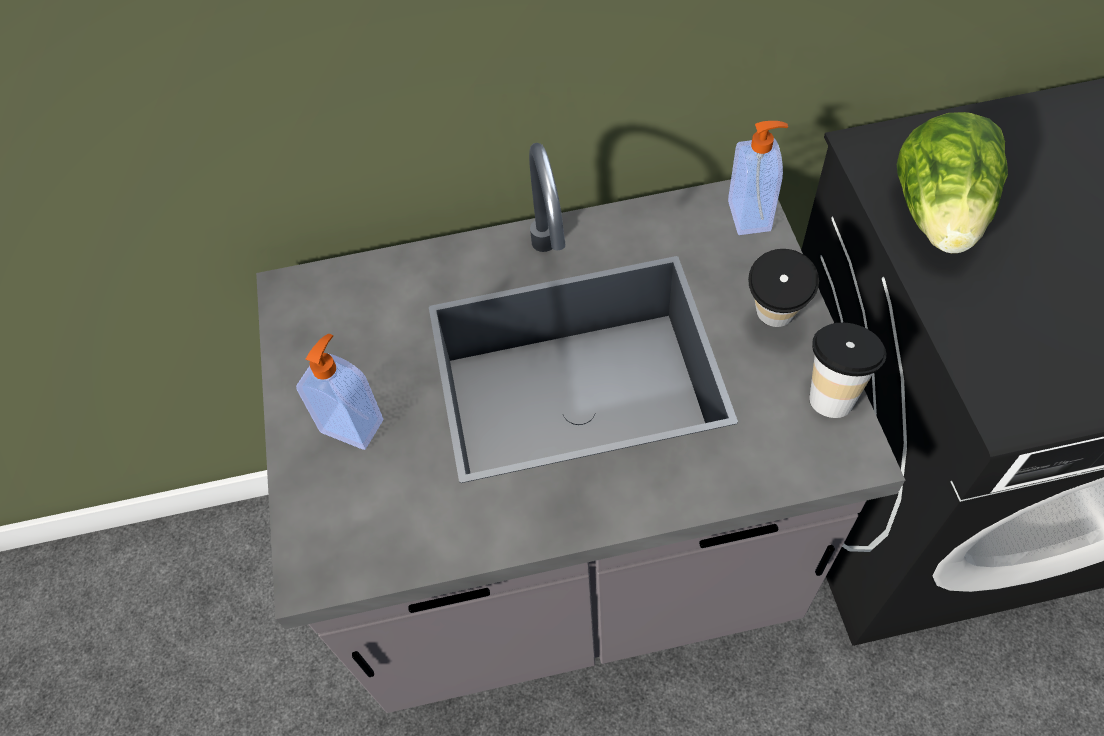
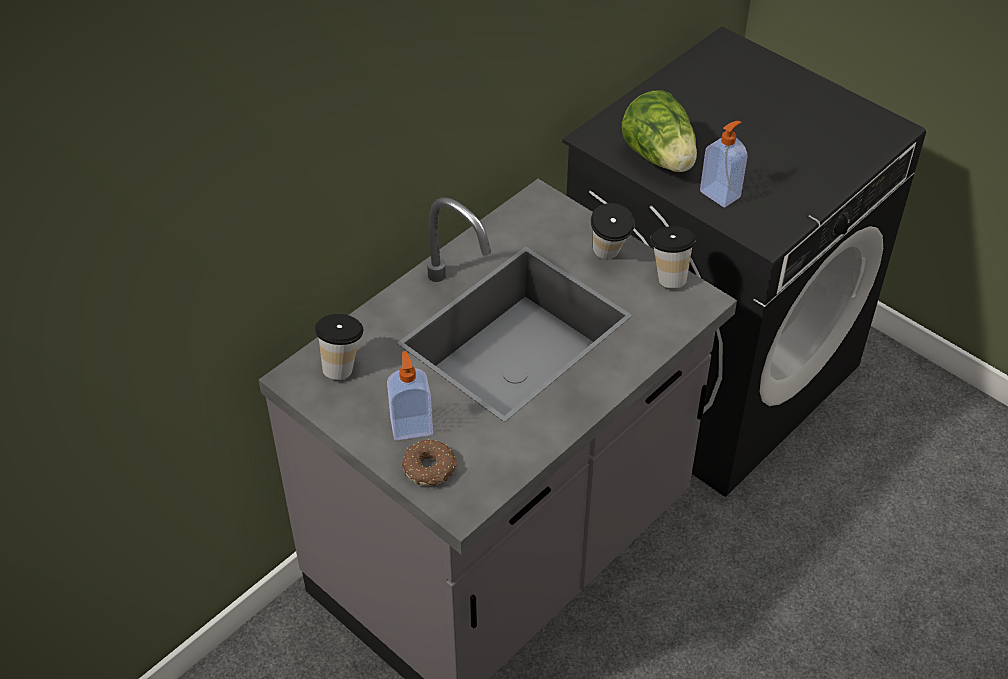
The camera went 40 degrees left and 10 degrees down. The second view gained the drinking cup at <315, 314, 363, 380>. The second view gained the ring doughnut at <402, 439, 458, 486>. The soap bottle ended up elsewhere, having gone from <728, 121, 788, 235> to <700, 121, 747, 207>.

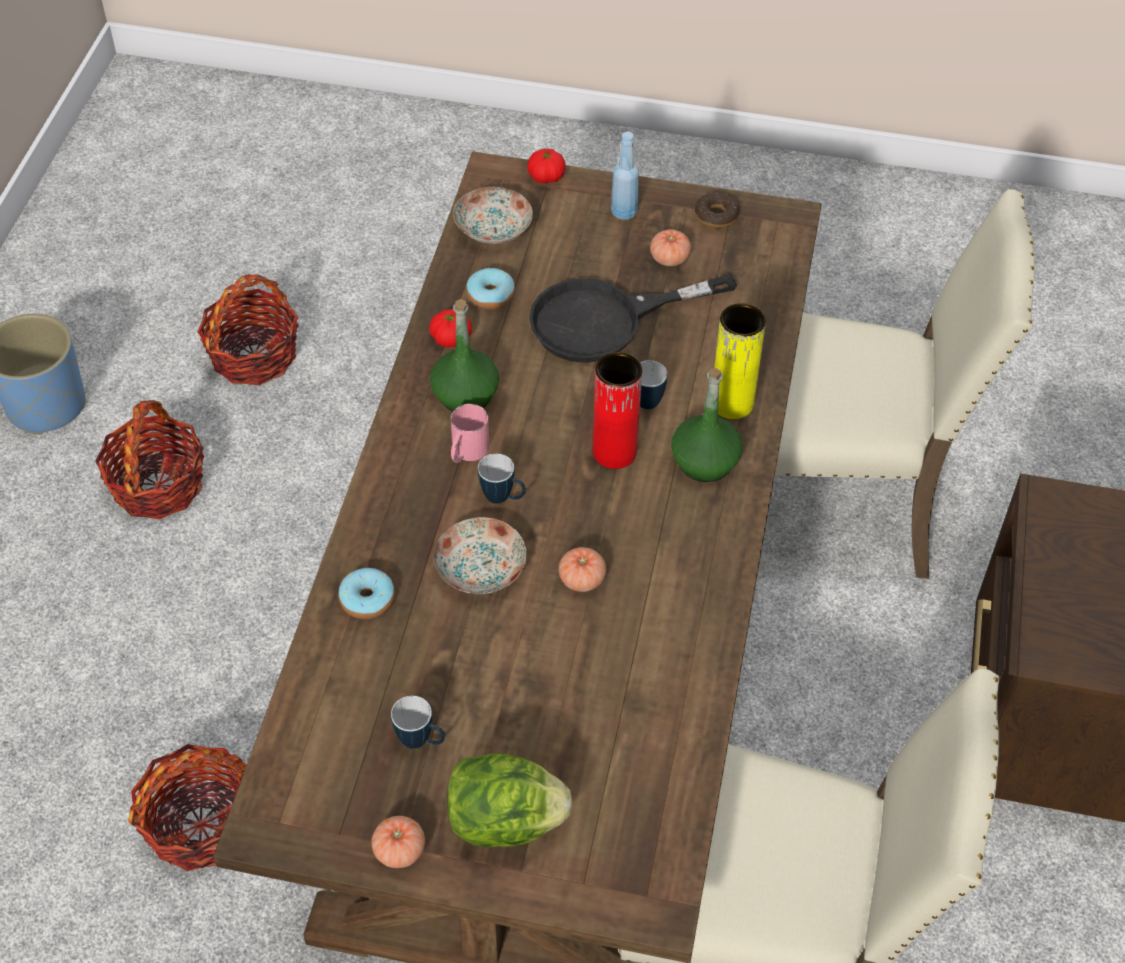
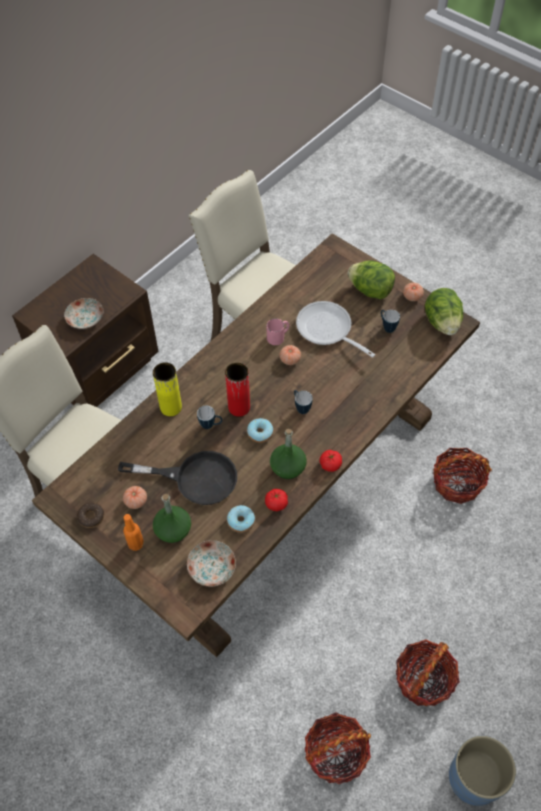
The camera went 150 degrees left and 5 degrees up. The flat dish ended up elsewhere, having gone from <434, 517, 526, 594> to <64, 298, 103, 329>. What was the bottle (blue-coloured) at <611, 131, 639, 220> turned into the bottle (orange-coloured) at <123, 514, 144, 551>. The bottle (green-coloured) ended up elsewhere, having gone from <671, 368, 743, 482> to <153, 494, 191, 543>. The ring doughnut ended up elsewhere, having gone from <338, 568, 395, 619> to <247, 418, 274, 443>. The mug (pinkish) ended up elsewhere, having gone from <451, 404, 489, 463> to <267, 318, 290, 345>. The second view gained the skillet at <296, 301, 375, 357>. The fresh tomato ended up elsewhere, having gone from <527, 149, 566, 183> to <319, 450, 342, 472>. The second view gained the lettuce head at <425, 288, 463, 335>.

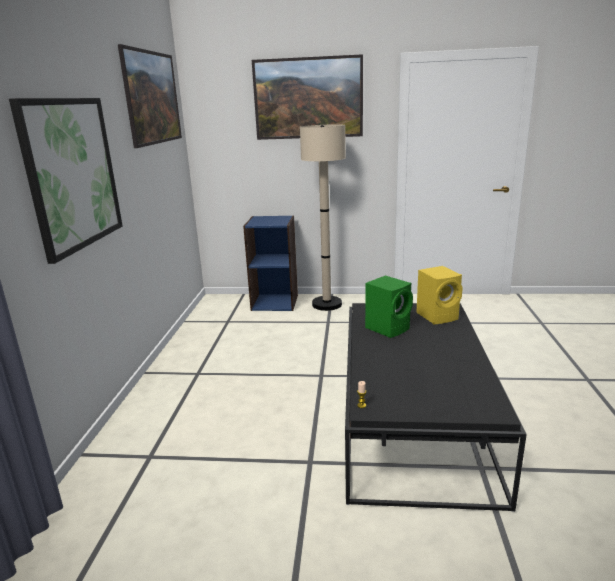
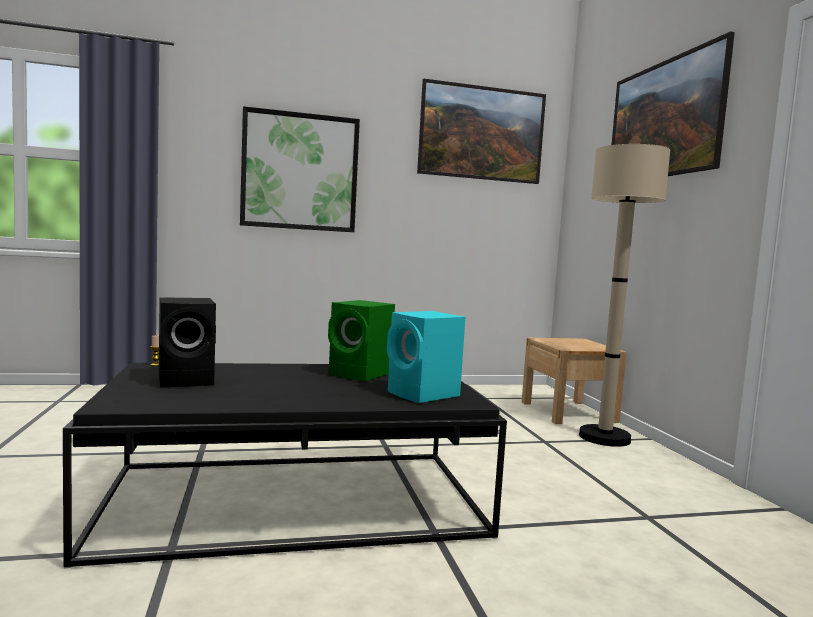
The camera went 70 degrees right and 15 degrees down. The second view gained the loudspeaker (blackish) at <159, 297, 216, 387>. What was the loudspeaker (yellow-coloured) at <416, 266, 463, 324> turned into the loudspeaker (turquoise-coloured) at <387, 311, 465, 403>. Where the bookshelf (blue-coloured) stood at <243, 215, 298, 311>, the night table (sand-coloured) came to stand at <522, 338, 627, 424>.

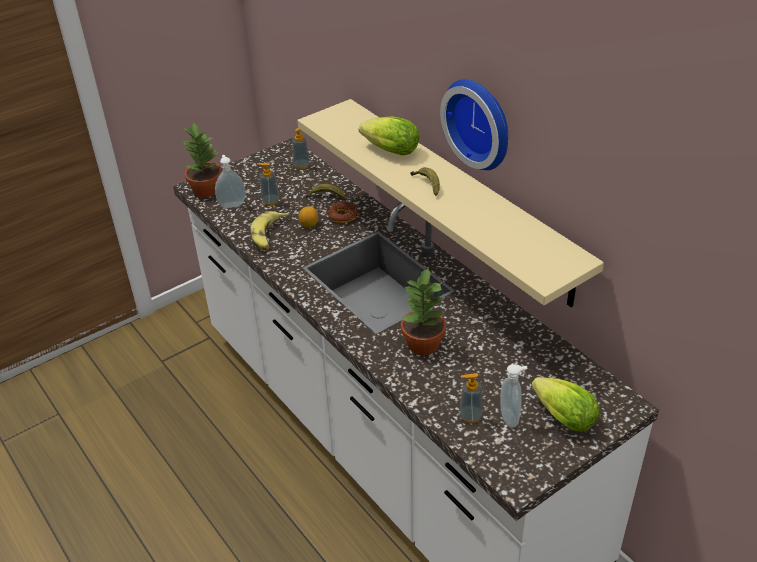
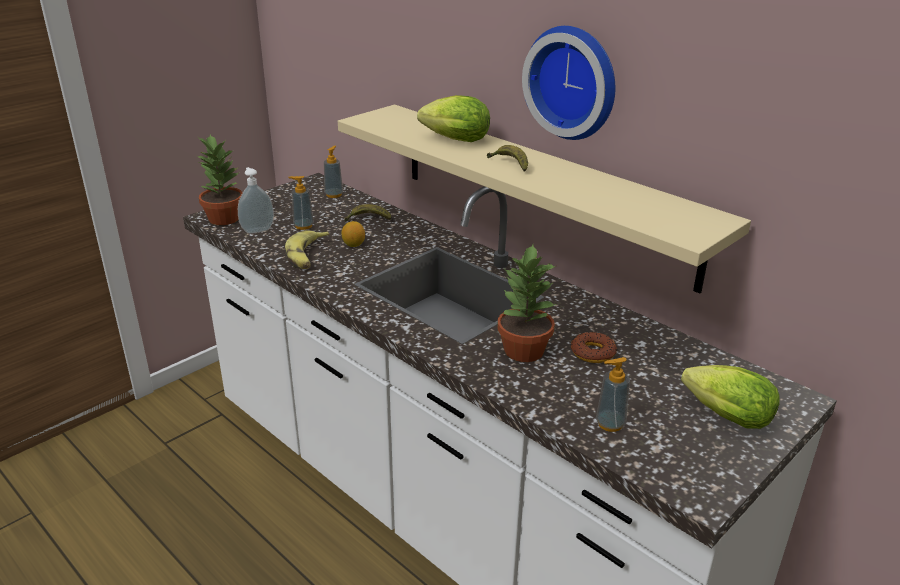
The camera went 10 degrees left and 10 degrees down. The ring doughnut ended up elsewhere, having gone from <328, 202, 359, 223> to <571, 332, 617, 363>. The second view lost the soap bottle at <500, 364, 528, 428>.

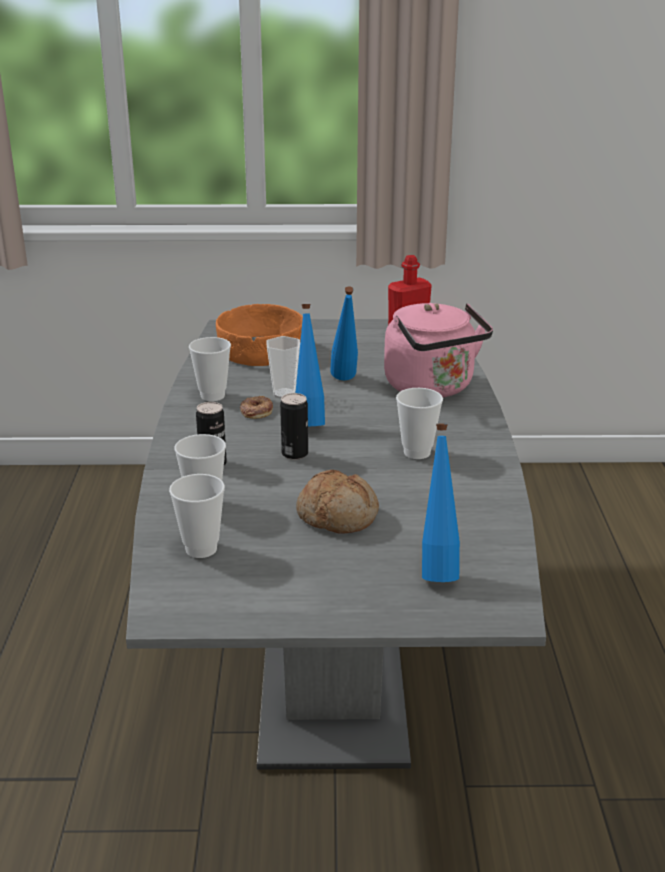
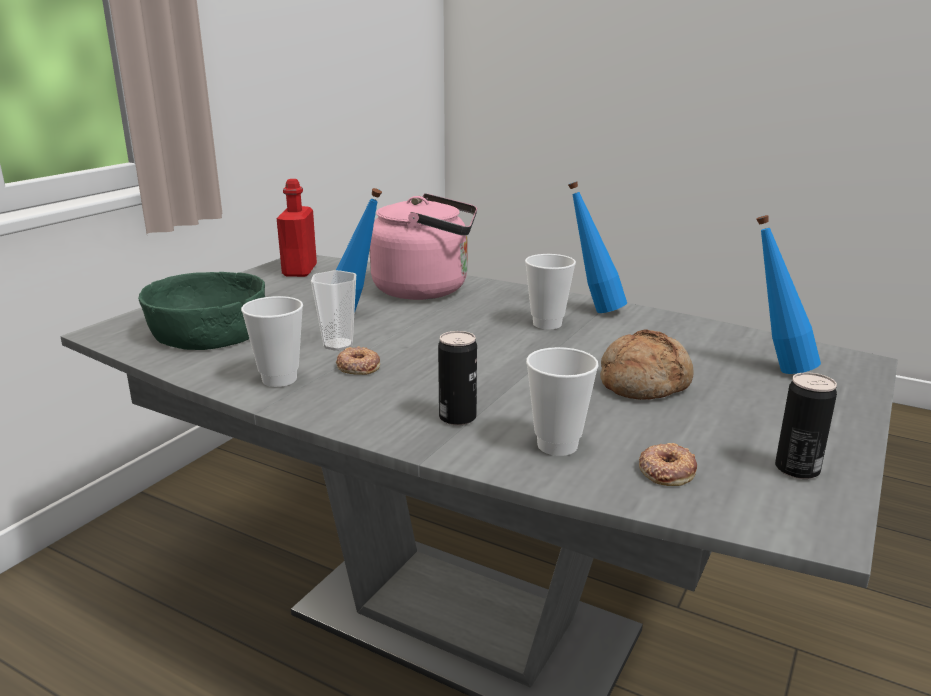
The camera went 60 degrees left and 5 degrees down. What was the bowl (orange-coloured) at <216, 304, 303, 366> turned into the bowl (green-coloured) at <138, 272, 265, 350>. The bottle (blue-coloured) ended up elsewhere, having gone from <295, 304, 325, 426> to <568, 181, 627, 313>. Where the drinking cup stood at <169, 474, 225, 558>, the ring doughnut came to stand at <639, 443, 697, 486>. The metal can ended up elsewhere, having gone from <280, 393, 308, 460> to <775, 372, 837, 479>.

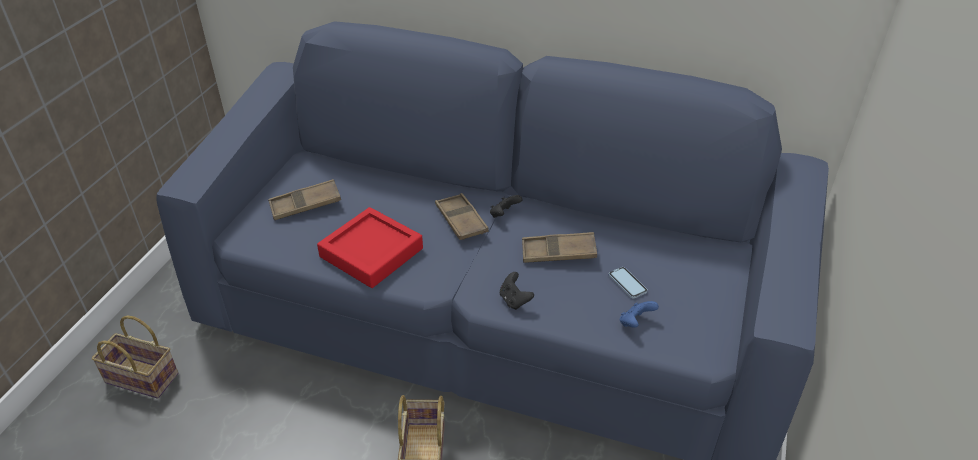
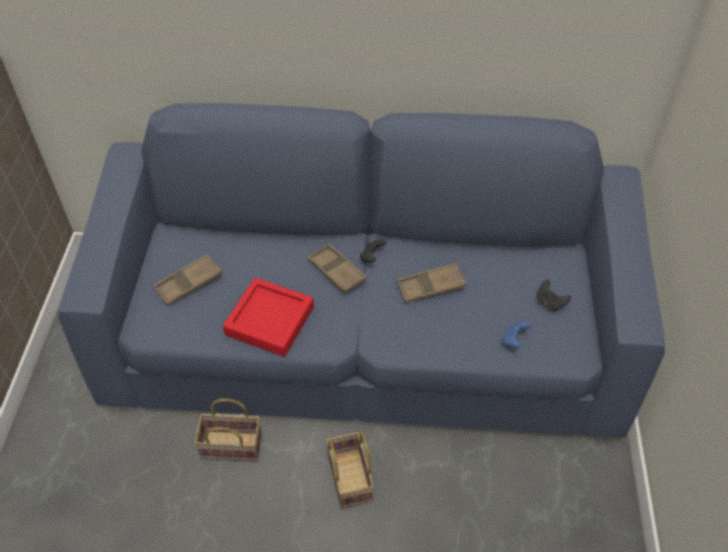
The camera went 15 degrees left and 10 degrees up. The basket ended up elsewhere, having gone from <92, 315, 178, 399> to <194, 399, 262, 462>. The game controller (blackish) ended up elsewhere, having gone from <500, 272, 534, 310> to <537, 280, 571, 311>. The second view lost the phone at <609, 267, 648, 299>.

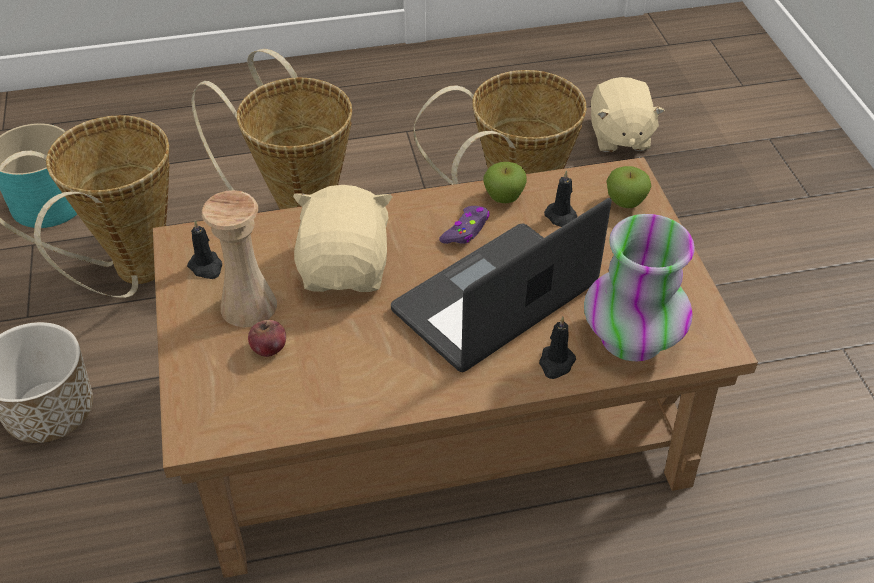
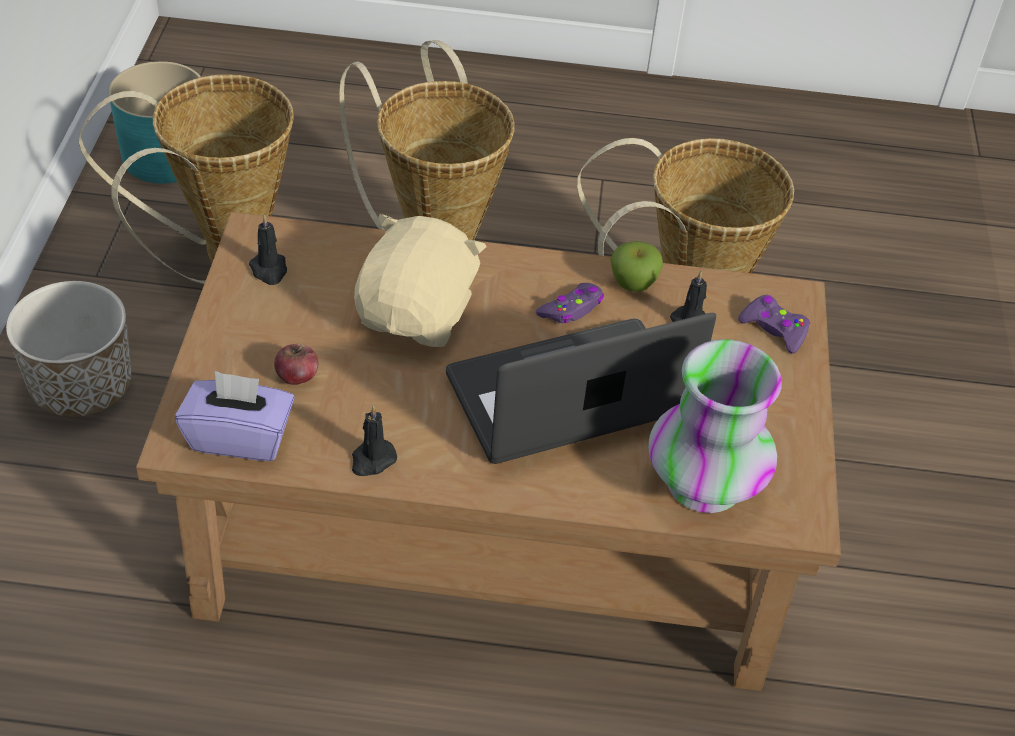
The camera went 15 degrees right and 0 degrees up. The second view gained the box of tissues (purplish) at <175, 371, 295, 461>. The wax candle (blackish) ended up elsewhere, having gone from <539, 316, 576, 379> to <352, 405, 397, 476>. Where the apple fruit stood at <607, 166, 651, 208>, the game controller (purplish) came to stand at <738, 295, 810, 354>. The second view lost the decorative vase (sand-coloured) at <202, 190, 277, 327>. The second view lost the cuddly toy (sand-coloured) at <591, 77, 665, 152>.

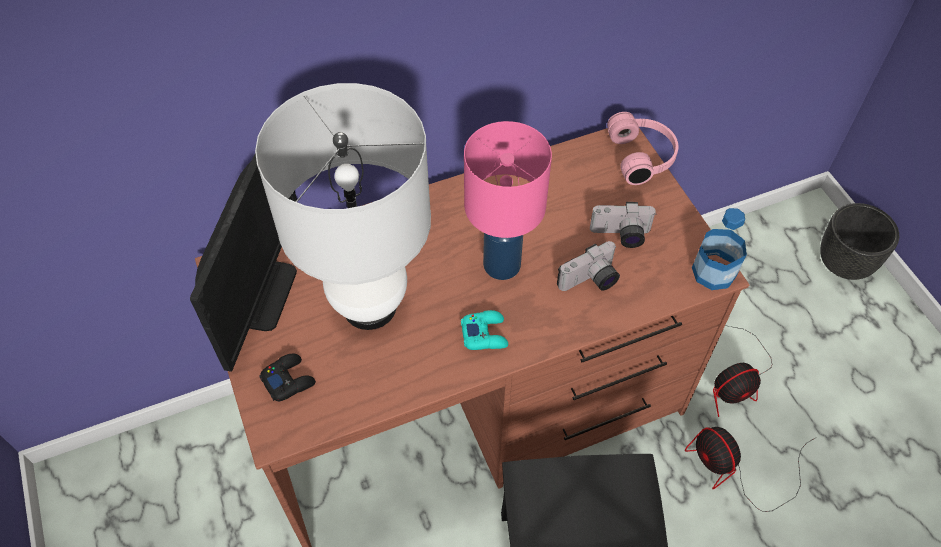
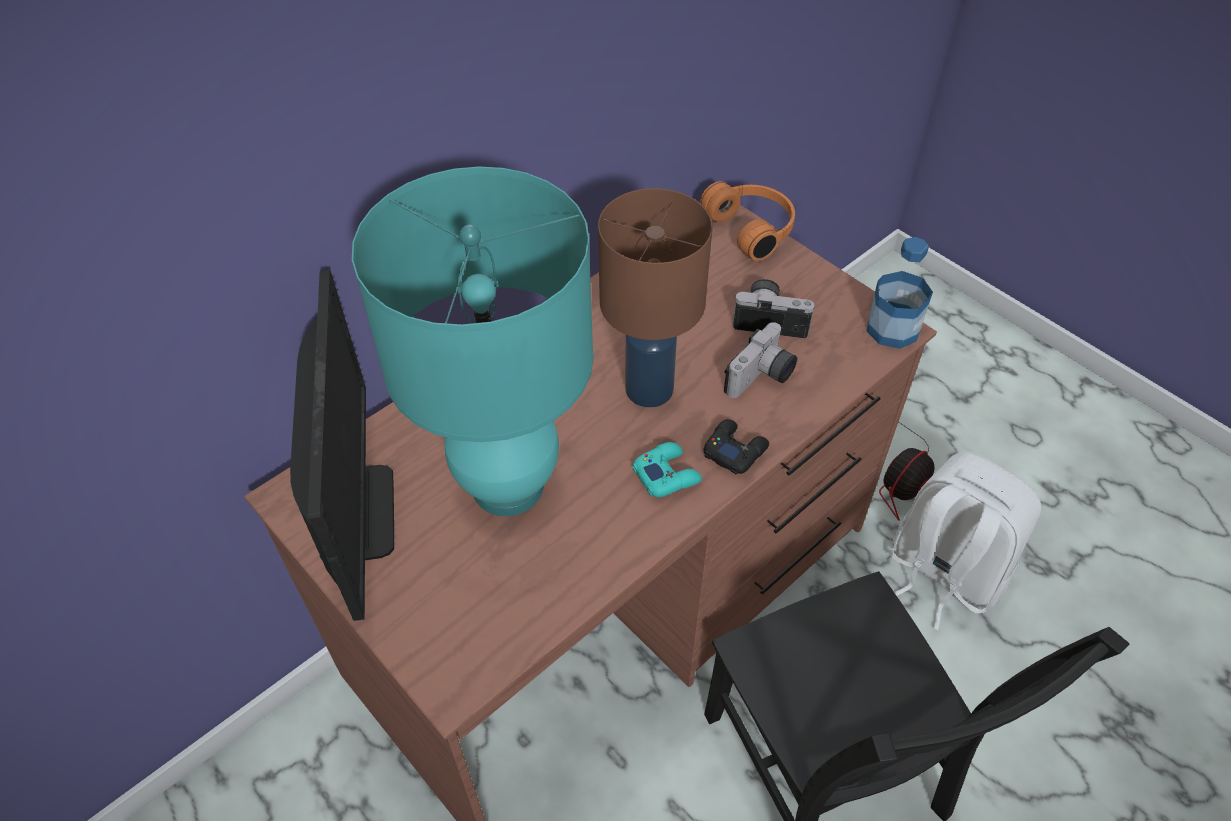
The camera went 20 degrees left and 5 degrees down. What was the tabletop lamp (whitish) at <255, 83, 431, 330> turned into the tabletop lamp (turquoise-coloured) at <352, 166, 594, 516>. What was the tabletop lamp (pinkish) at <464, 121, 552, 280> turned into the tabletop lamp (brown) at <598, 188, 713, 407>. What was the headphones (pinkish) at <607, 112, 678, 185> turned into the headphones (orange-coloured) at <700, 181, 795, 261>. The game controller (blackish) ended up elsewhere, having gone from <259, 354, 316, 401> to <703, 419, 769, 474>. The still camera at <590, 202, 657, 248> ended up facing another way, 150 degrees counterclockwise from before. Where the electric fan stood at <685, 427, 815, 512>, the knapsack (whitish) came to stand at <890, 452, 1042, 631>. The second view lost the flower pot (blackish) at <820, 203, 899, 280>.

